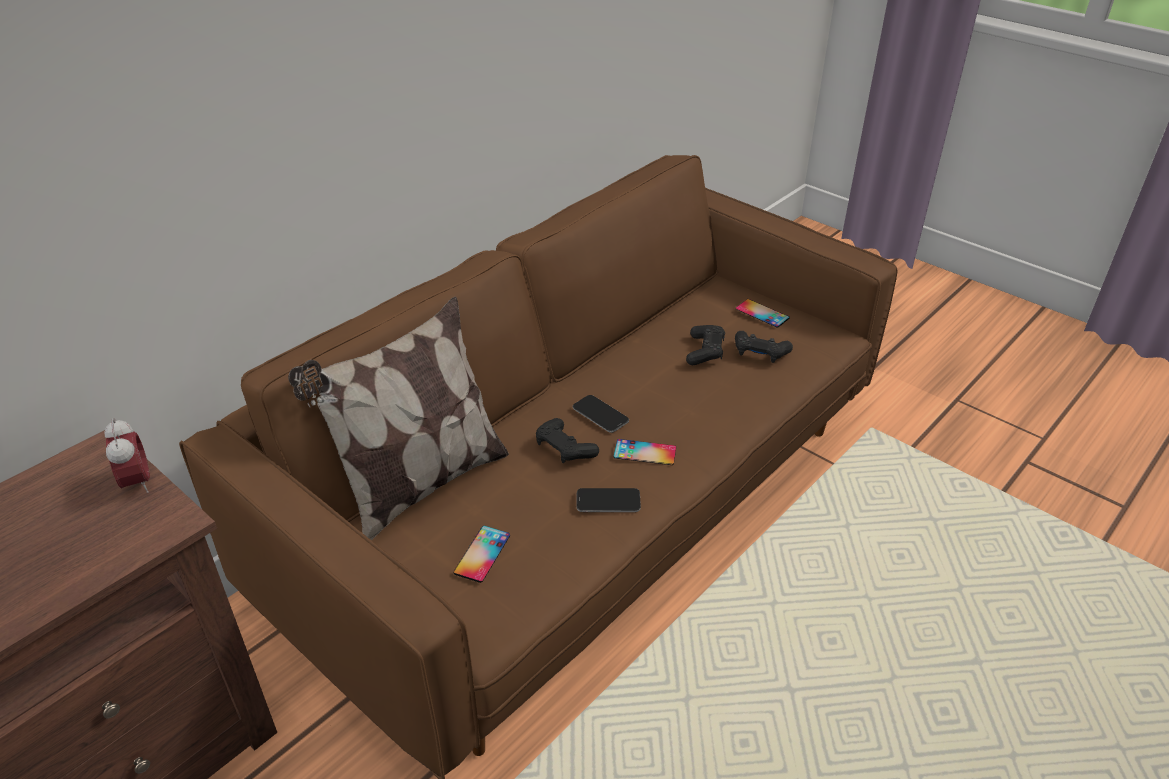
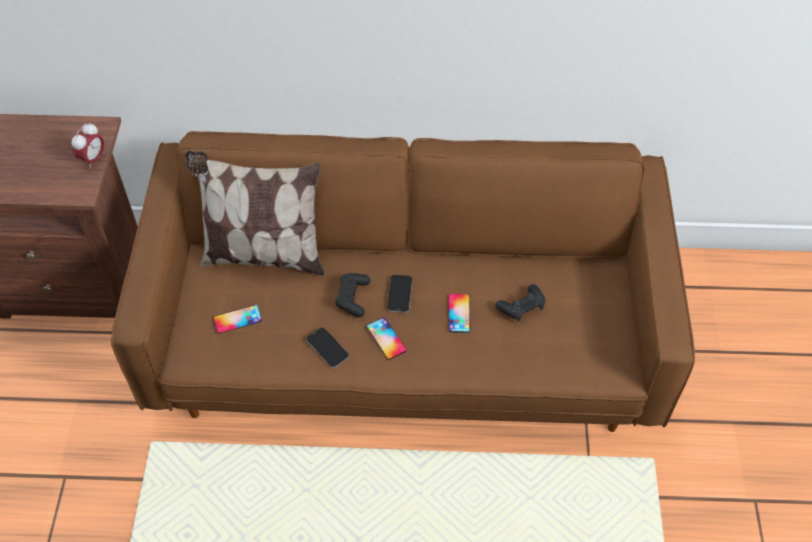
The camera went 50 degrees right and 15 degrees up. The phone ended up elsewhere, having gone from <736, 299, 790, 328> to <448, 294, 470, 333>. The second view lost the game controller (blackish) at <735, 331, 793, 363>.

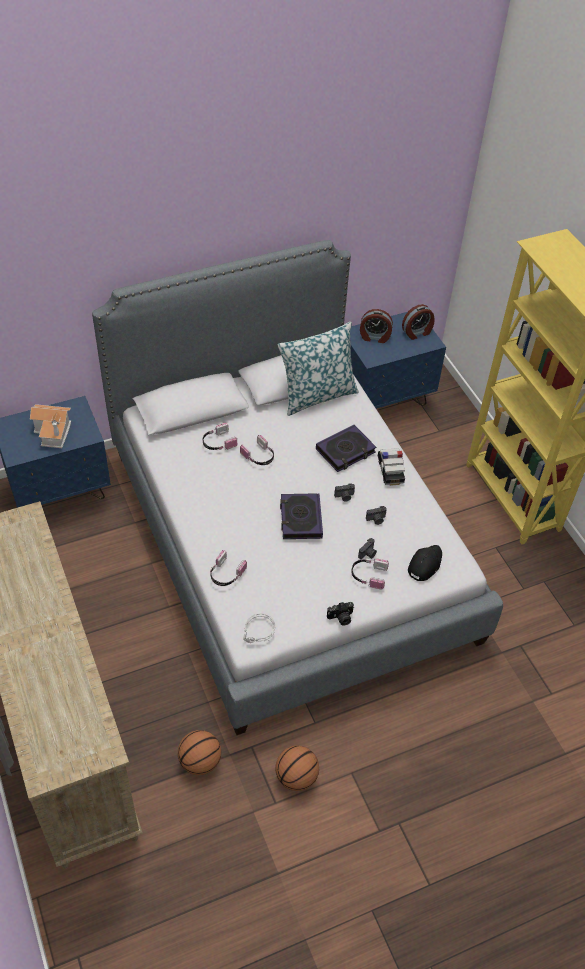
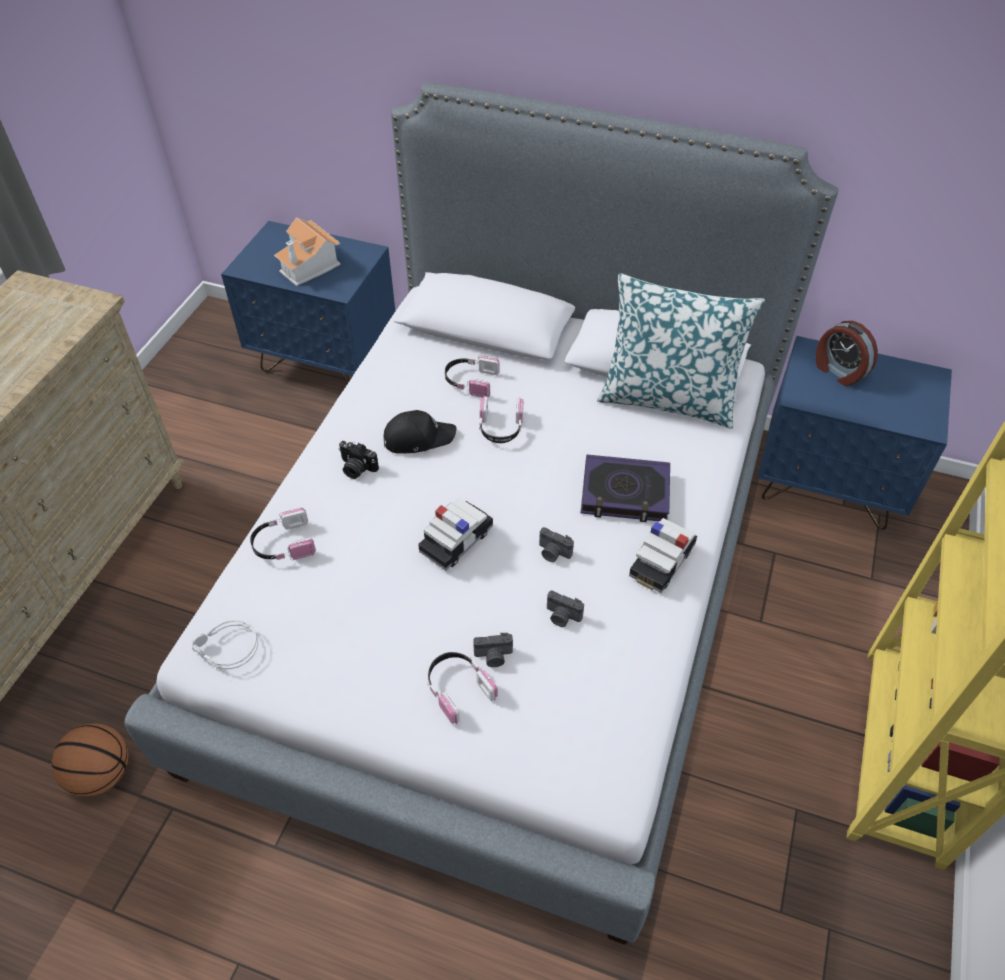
The camera went 45 degrees right and 0 degrees up. The still camera ended up elsewhere, having gone from <327, 602, 354, 626> to <338, 441, 379, 479>. The cap (blackish) ended up elsewhere, having gone from <408, 545, 442, 581> to <384, 410, 456, 454>. Where the book stood at <280, 493, 323, 539>, the toy car came to stand at <418, 498, 493, 571>. The second view lost the ball for basketball at <275, 746, 319, 791>. The second view lost the alarm clock at <402, 304, 435, 340>.

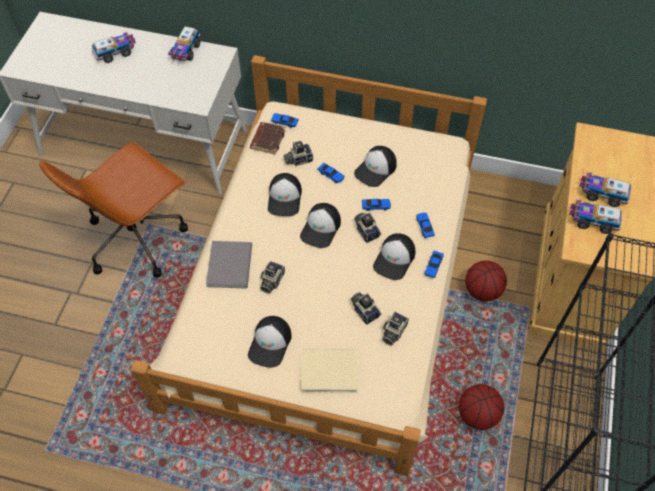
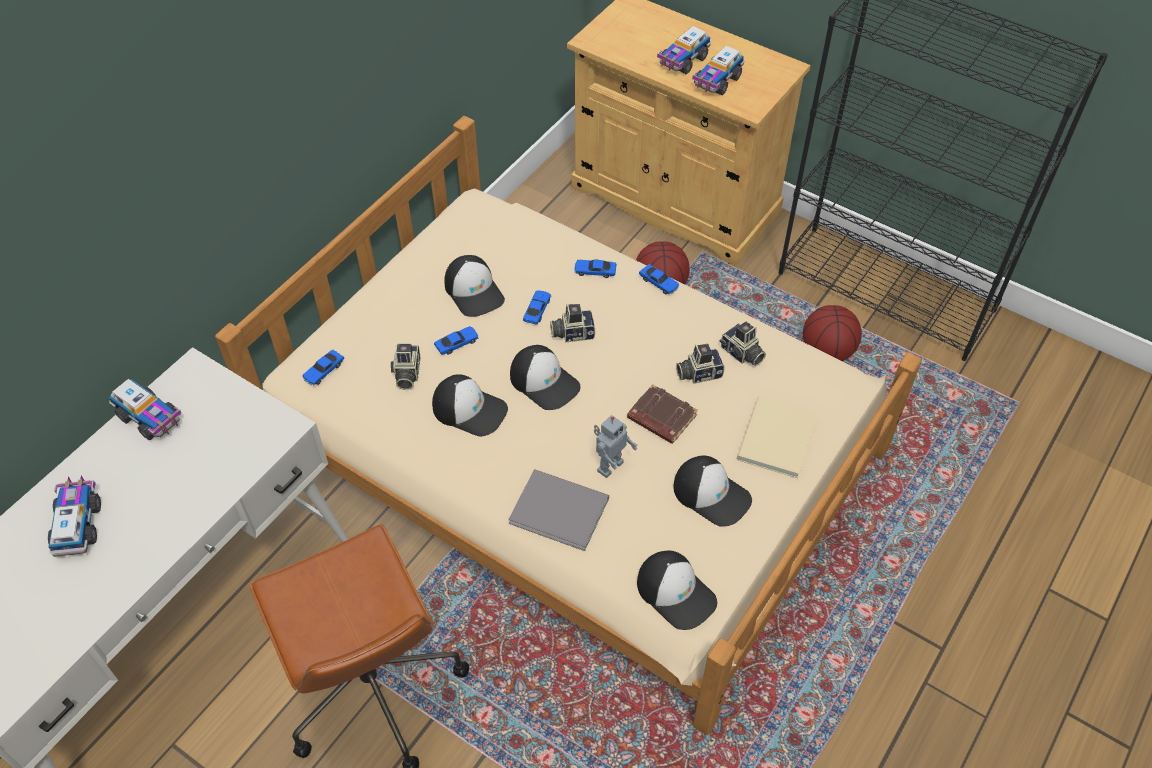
The camera went 70 degrees left and 5 degrees down. Where the still camera stood at <260, 261, 285, 294>, the robot figure came to stand at <594, 415, 638, 478>. The book (brown) ended up elsewhere, having gone from <250, 122, 286, 155> to <627, 384, 698, 444>. The cap ended up elsewhere, having gone from <373, 233, 415, 280> to <637, 551, 717, 630>.

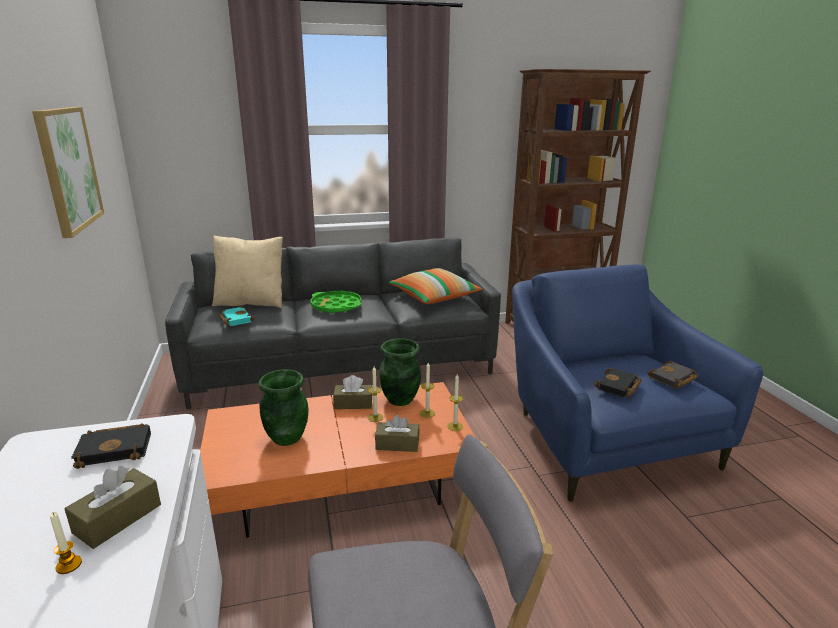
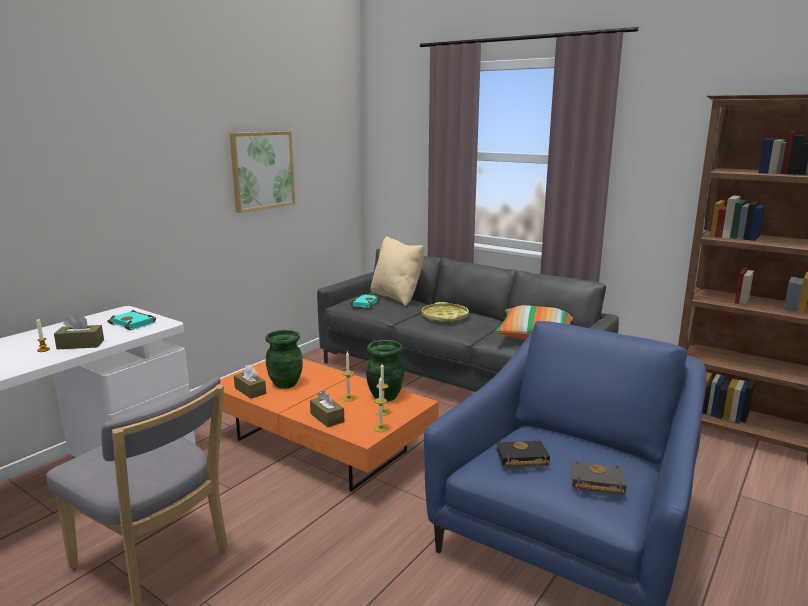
The camera went 50 degrees right and 5 degrees down. What was the book (blackish) at <71, 423, 151, 469> turned into the book (turquoise-coloured) at <107, 310, 156, 330>. The box of tissues (brown) ended up elsewhere, having gone from <333, 375, 372, 409> to <234, 365, 266, 399>. What was the serving tray (green-coloured) at <310, 291, 361, 314> turned into the serving tray (yellow-coloured) at <422, 302, 469, 322>.

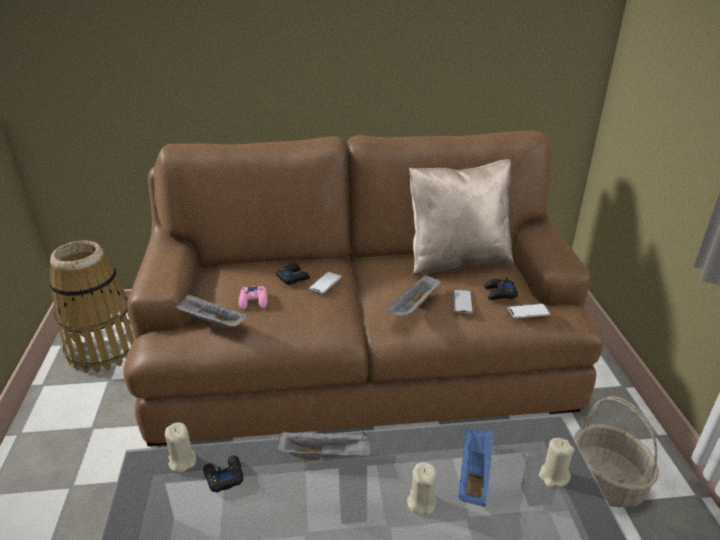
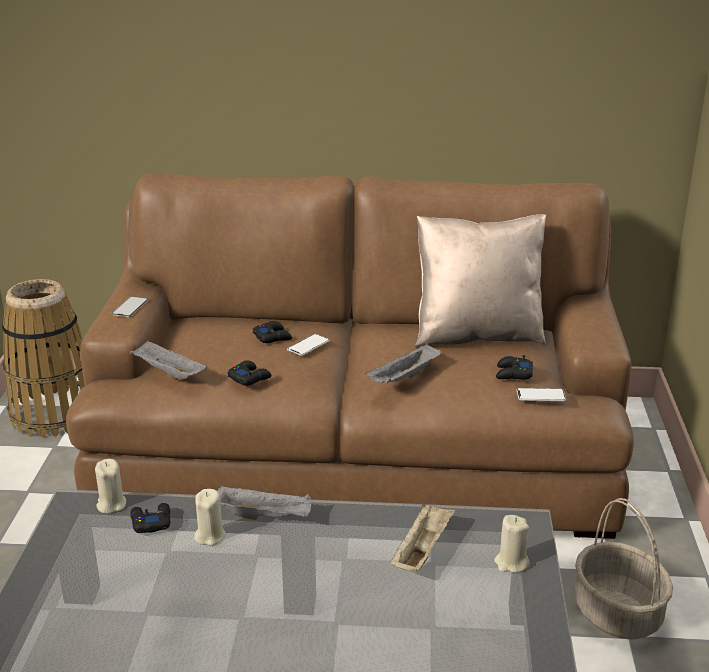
The camera went 10 degrees right and 5 degrees down. The phone ended up elsewhere, having gone from <453, 289, 474, 313> to <111, 296, 149, 317>. The wax candle (sand-coloured) ended up elsewhere, having gone from <407, 462, 437, 515> to <194, 489, 226, 546>. The second view gained the game controller (blackish) at <228, 360, 271, 386>. What was the serving tray (blue-coloured) at <458, 428, 495, 507> turned into the serving tray (sand-coloured) at <390, 503, 455, 573>. The second view lost the game controller (pinkish) at <239, 286, 268, 310>.

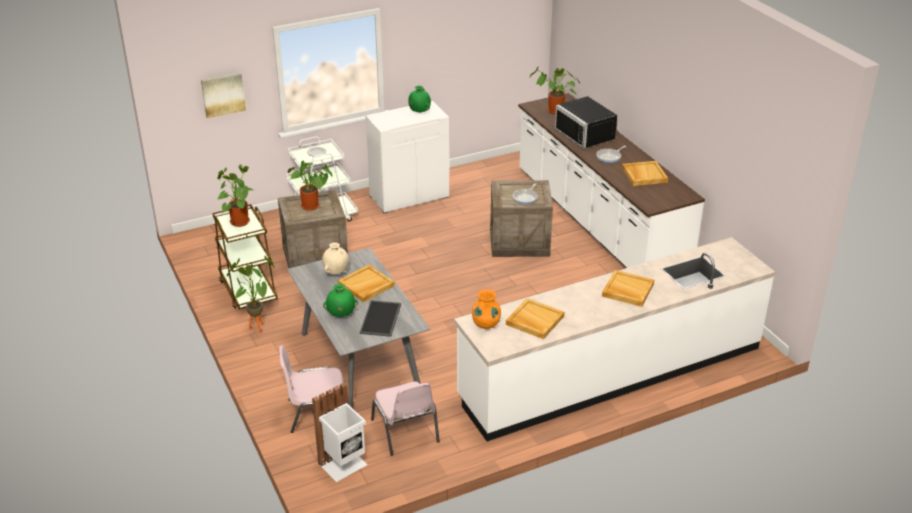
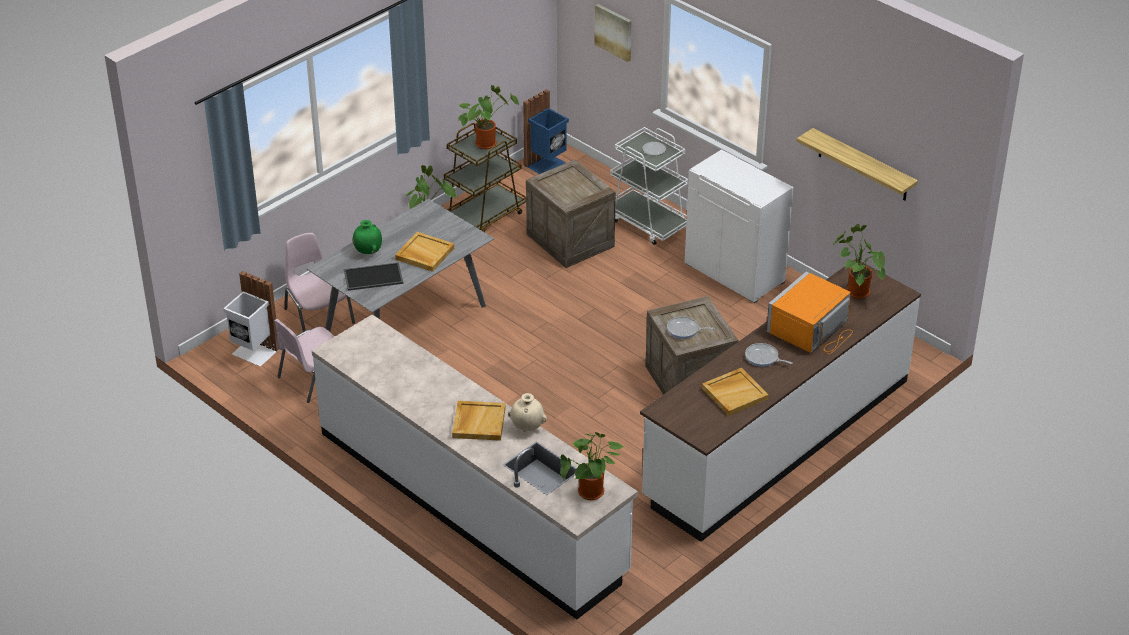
The camera went 70 degrees right and 5 degrees up. The decorative vase (sand-coloured) ended up elsewhere, having gone from <322, 242, 349, 274> to <508, 393, 547, 432>. The second view gained the rubbish bin (blue-coloured) at <523, 89, 569, 174>. The houseplant ended up elsewhere, having gone from <288, 161, 332, 211> to <560, 432, 623, 500>. What was the microwave oven (blackish) at <555, 96, 618, 149> turned into the microwave oven (orange-coloured) at <766, 271, 853, 354>. The second view gained the wall shelf at <797, 128, 918, 200>. The second view lost the decorative vase (green-coloured) at <408, 86, 431, 113>. The second view lost the decorative vase (orange-coloured) at <472, 289, 501, 329>. The second view lost the serving tray (sand-coloured) at <506, 298, 564, 339>.

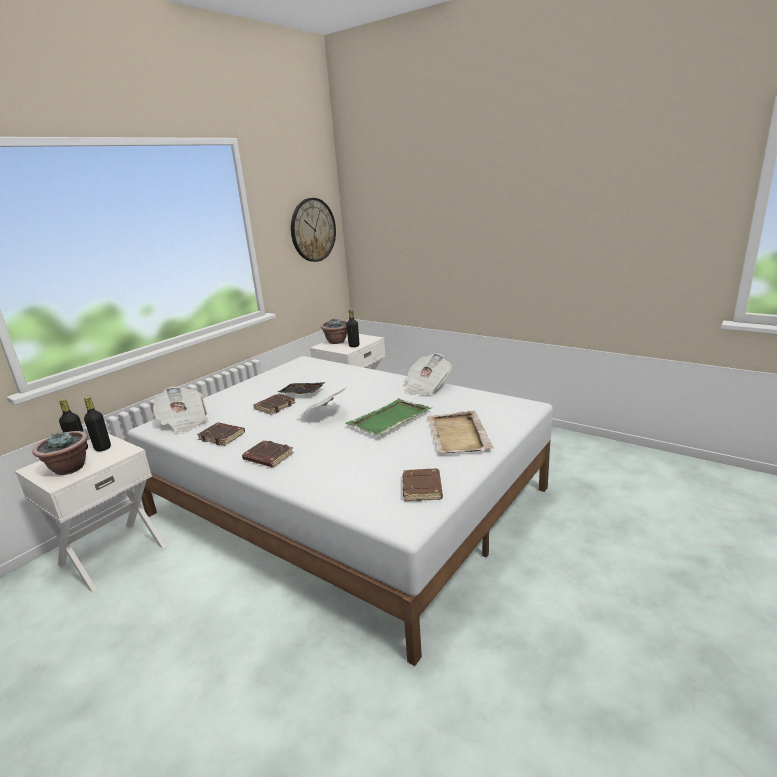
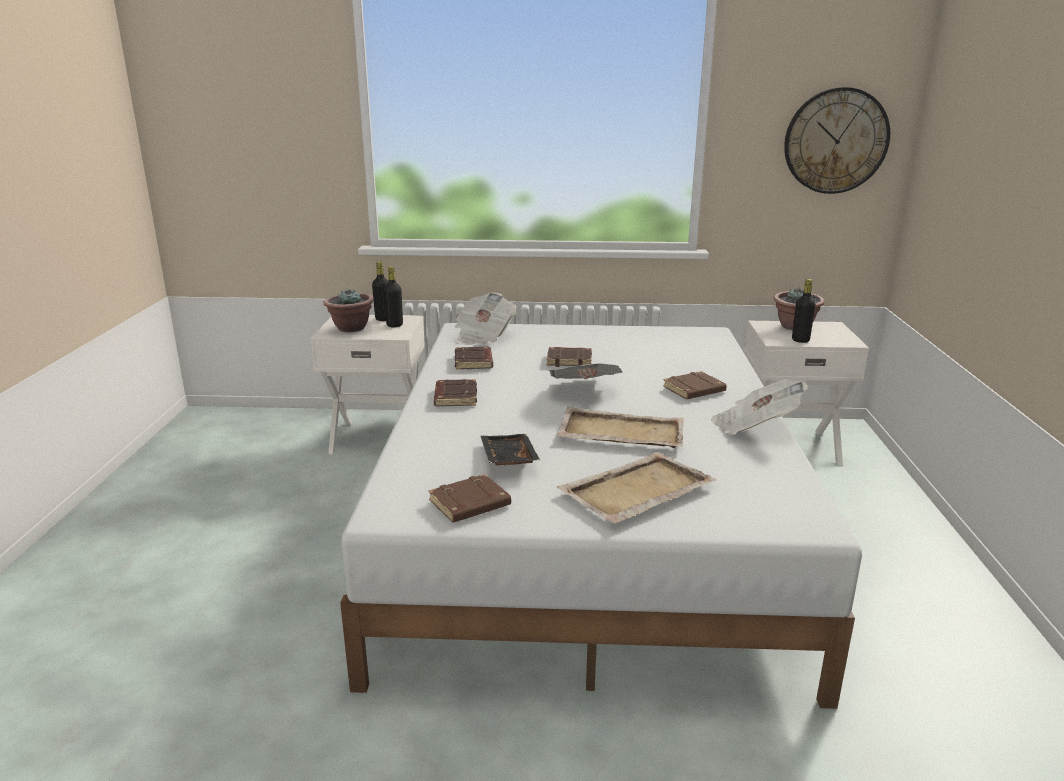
The camera went 55 degrees right and 0 degrees up. The serving tray (blackish) ended up elsewhere, having gone from <278, 382, 326, 394> to <481, 434, 540, 466>. What was the serving tray (green-coloured) at <345, 399, 431, 436> turned into the serving tray (sand-coloured) at <556, 407, 684, 448>. The second view gained the book (brown) at <663, 371, 727, 399>.

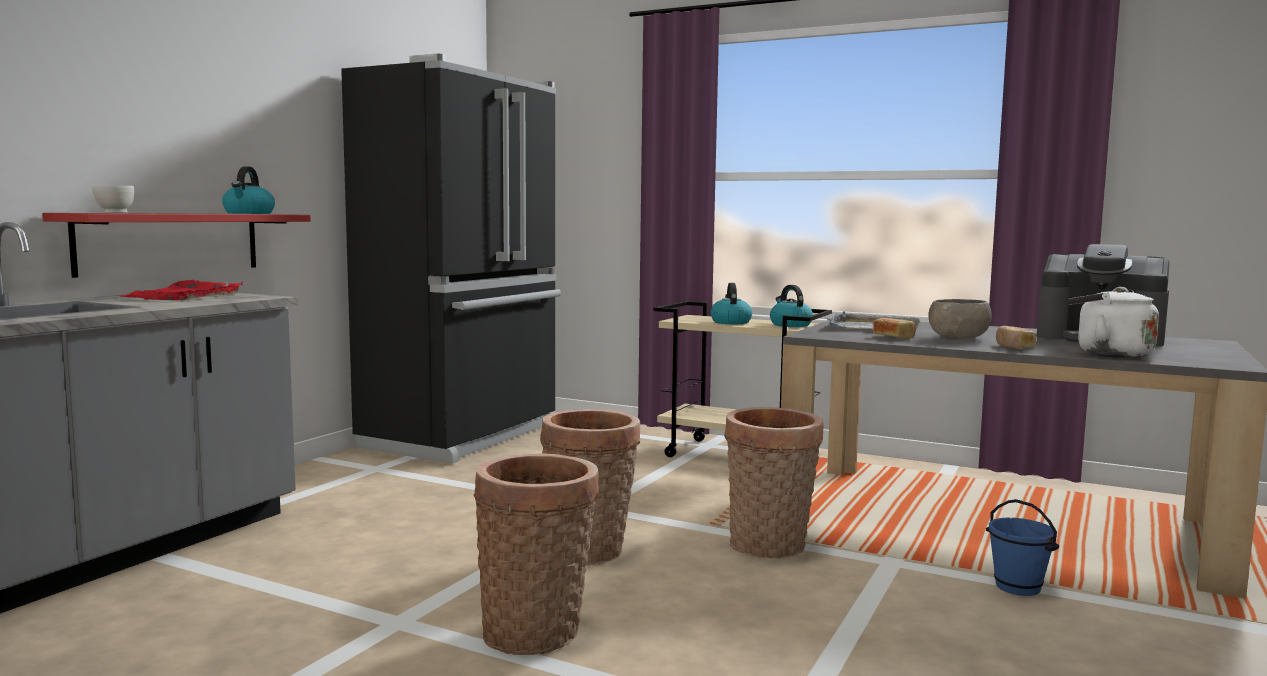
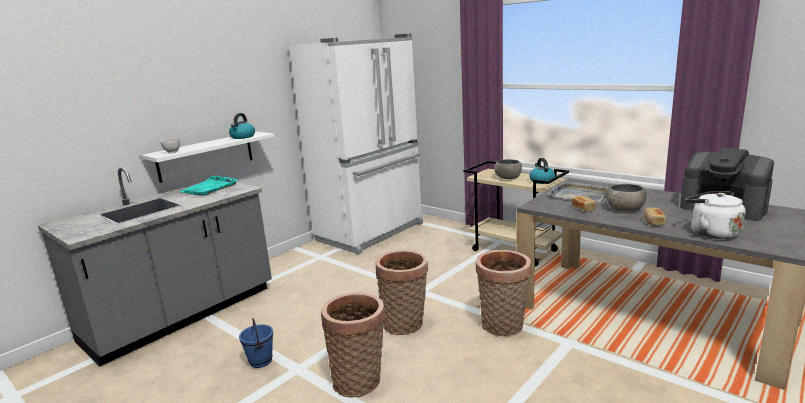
The camera went 15 degrees right and 10 degrees up. What was the wall shelf (red) at <42, 213, 310, 278> turned into the wall shelf (whitish) at <141, 132, 275, 183>. What was the serving tray (red) at <118, 280, 243, 300> turned into the serving tray (turquoise-coloured) at <179, 176, 238, 196>. The water bucket (blue-coloured) ended up elsewhere, having gone from <986, 499, 1060, 596> to <239, 318, 273, 368>. What was the refrigerator (blackish) at <341, 54, 561, 464> turned into the refrigerator (whitish) at <289, 34, 423, 254>. Where the kettle stood at <710, 283, 752, 324>, the bowl (grey) came to stand at <494, 159, 522, 179>.

